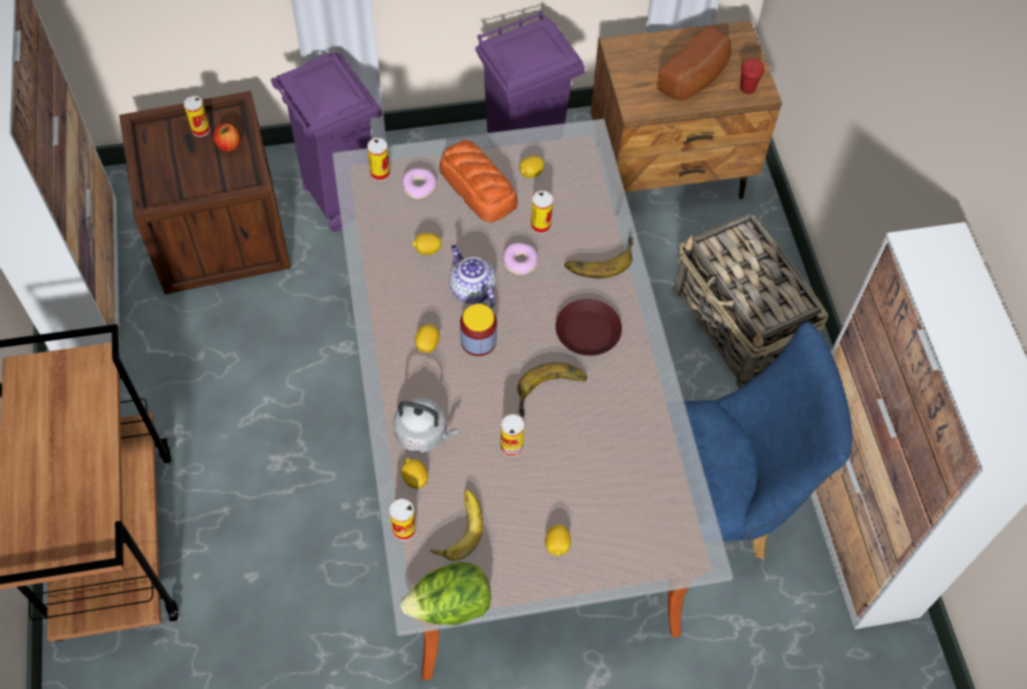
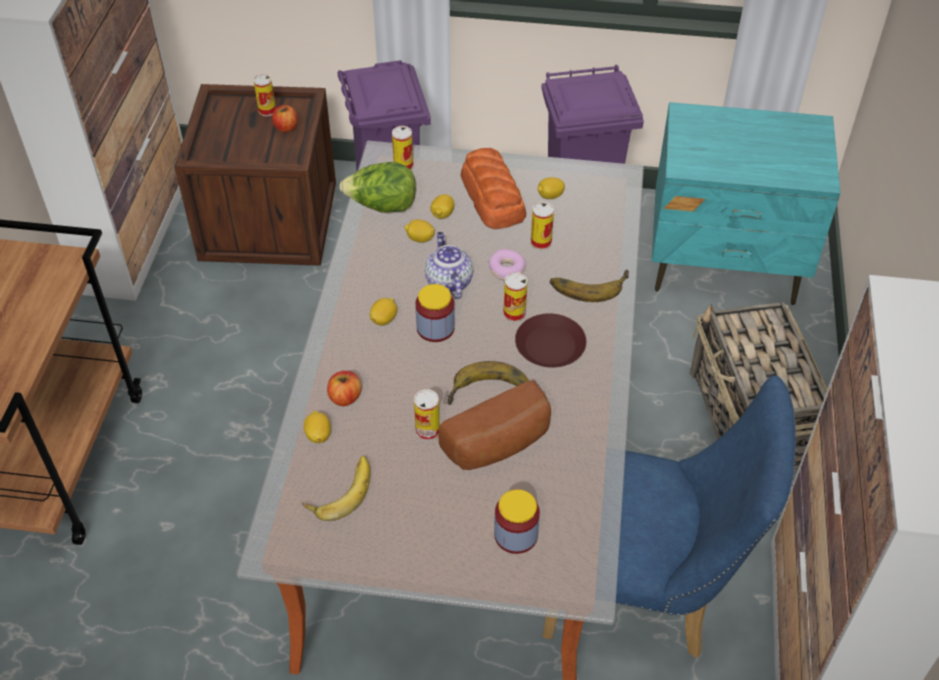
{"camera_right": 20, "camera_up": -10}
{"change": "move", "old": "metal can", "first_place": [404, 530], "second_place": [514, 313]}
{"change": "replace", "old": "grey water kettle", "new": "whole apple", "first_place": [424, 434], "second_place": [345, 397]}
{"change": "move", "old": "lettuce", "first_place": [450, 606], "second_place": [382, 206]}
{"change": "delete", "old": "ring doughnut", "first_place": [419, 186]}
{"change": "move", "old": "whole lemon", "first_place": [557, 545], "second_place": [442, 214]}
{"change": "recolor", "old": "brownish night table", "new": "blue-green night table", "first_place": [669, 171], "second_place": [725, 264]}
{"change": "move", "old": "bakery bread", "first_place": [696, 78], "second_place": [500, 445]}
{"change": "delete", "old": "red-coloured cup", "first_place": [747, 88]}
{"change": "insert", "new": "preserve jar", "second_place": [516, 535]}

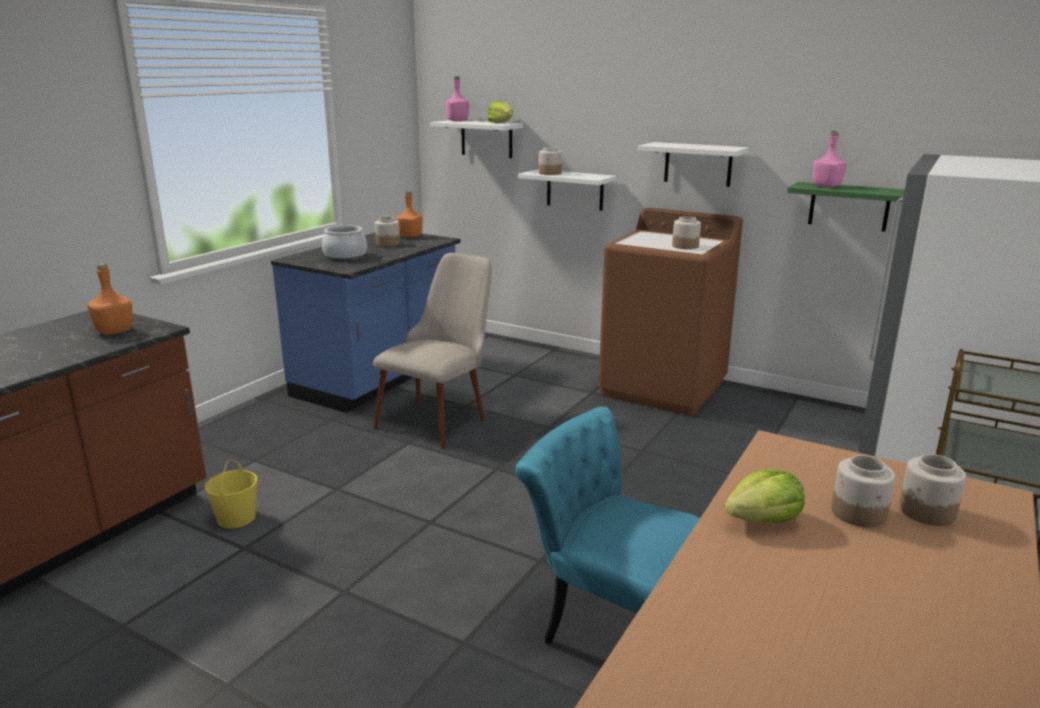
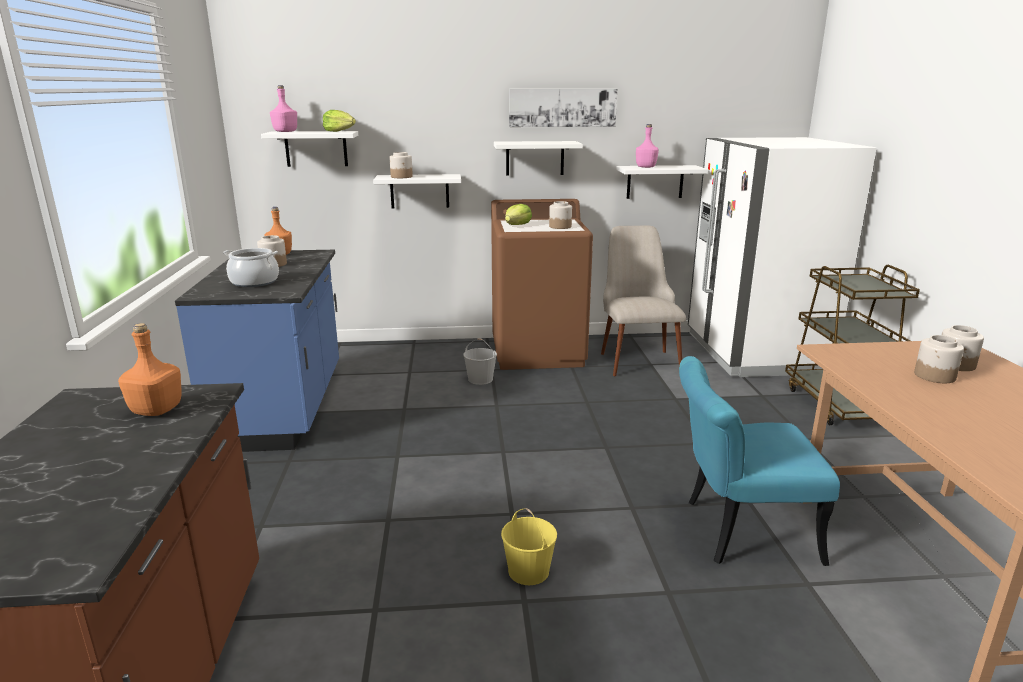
{"camera_right": -35, "camera_up": 0}
{"change": "move", "old": "yellow-coloured water bucket", "first_place": [236, 517], "second_place": [528, 570]}
{"change": "move", "old": "beige-coloured upright chair", "first_place": [441, 417], "second_place": [636, 357]}
{"change": "move", "old": "lettuce", "first_place": [763, 519], "second_place": [517, 225]}
{"change": "recolor", "old": "greenish bracket shelf", "new": "white-coloured bracket shelf", "first_place": [849, 206], "second_place": [655, 182]}
{"change": "insert", "new": "white-coloured water bucket", "second_place": [481, 379]}
{"change": "insert", "new": "wall picture", "second_place": [562, 107]}

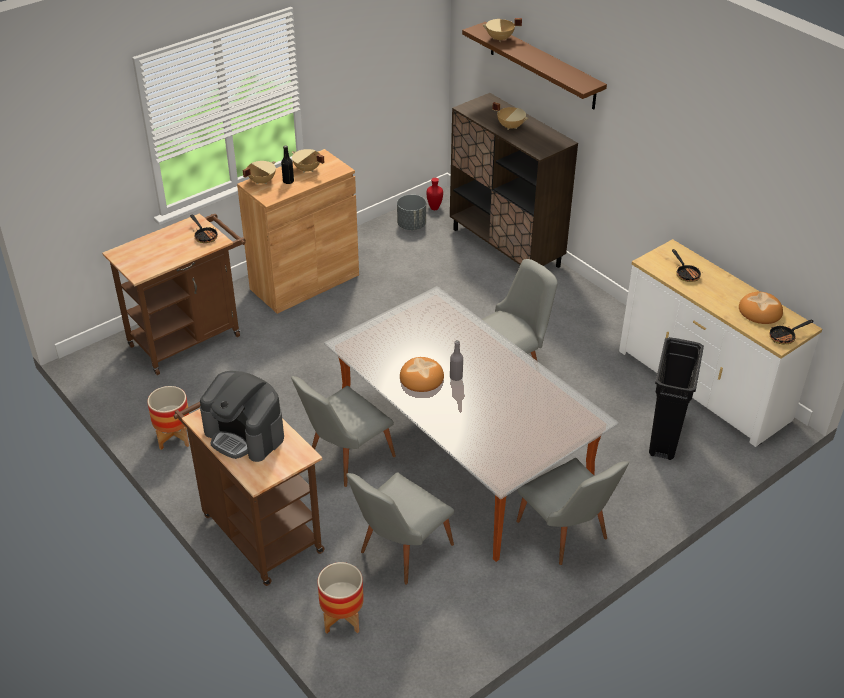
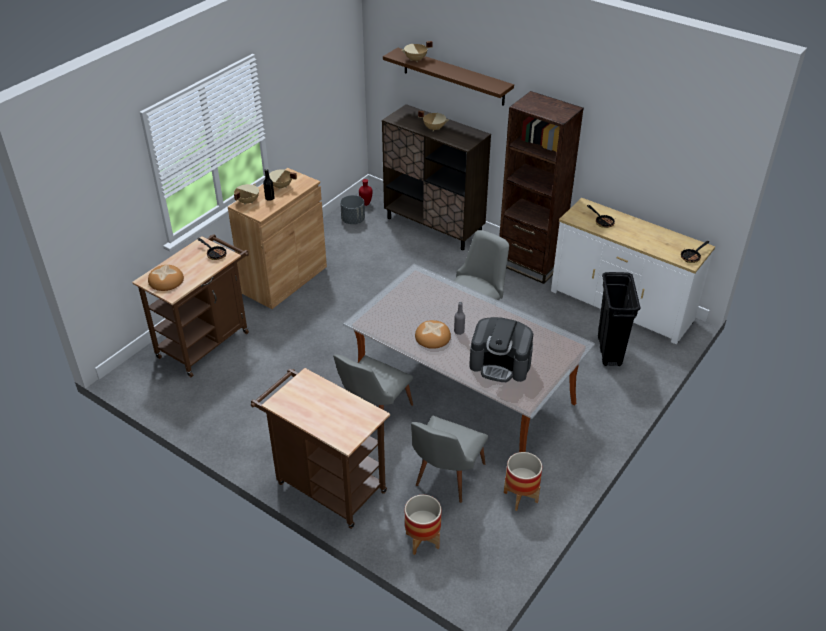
{"camera_right": -15, "camera_up": 0}
{"change": "move", "old": "flower pot", "first_place": [174, 438], "second_place": [520, 497]}
{"change": "move", "old": "coffee machine", "first_place": [245, 434], "second_place": [500, 364]}
{"change": "delete", "old": "grey upright chair", "first_place": [567, 536]}
{"change": "move", "old": "bakery bread", "first_place": [760, 311], "second_place": [166, 280]}
{"change": "insert", "new": "brownish bookshelf", "second_place": [529, 264]}

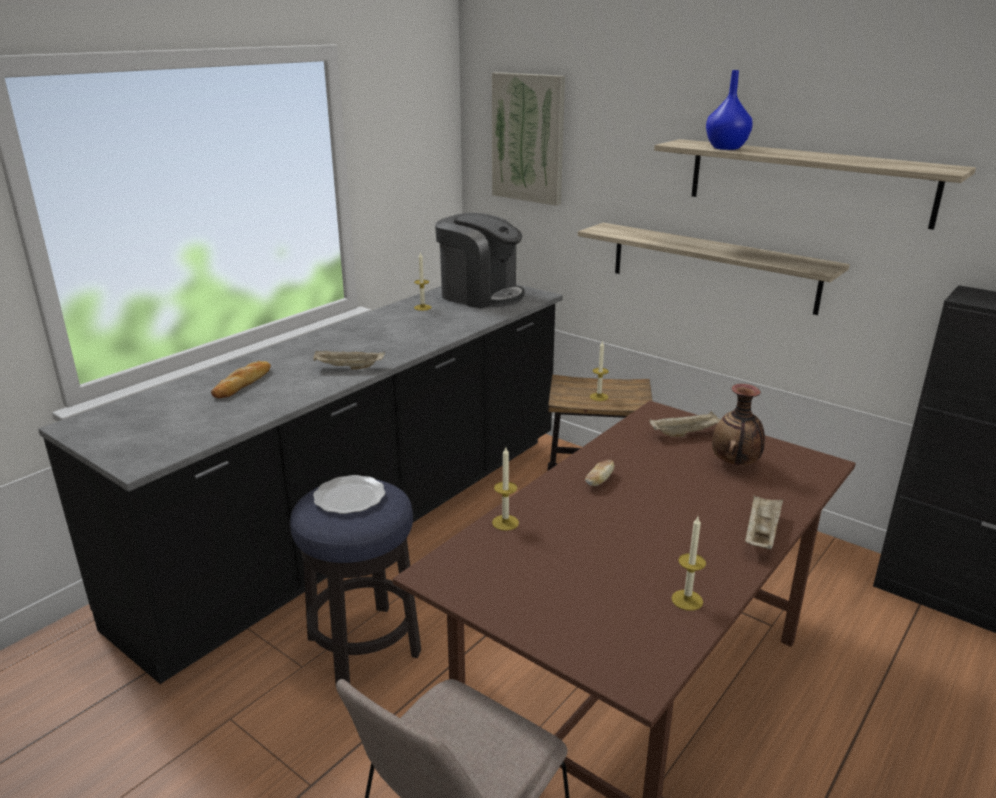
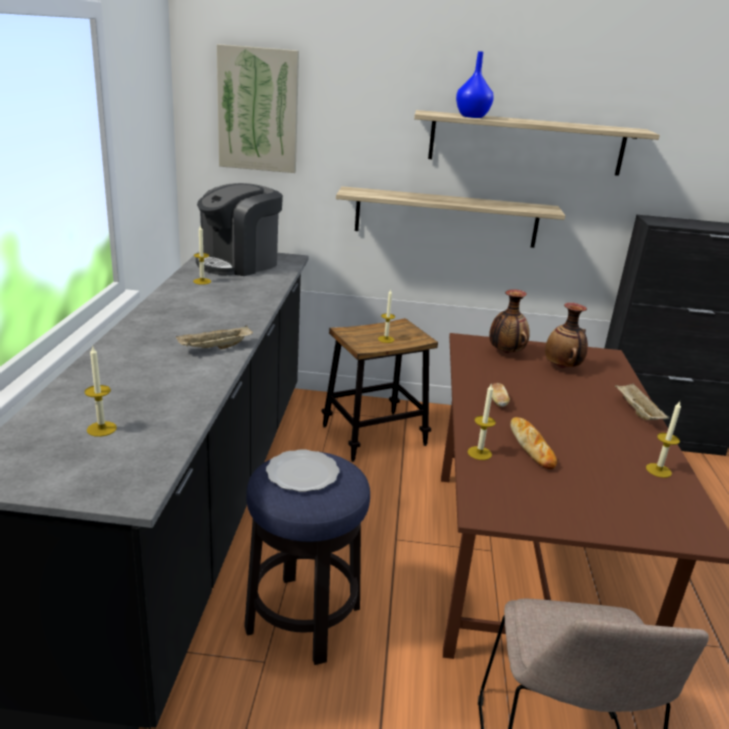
{"camera_right": -35, "camera_up": 0}
{"change": "move", "old": "bakery bread", "first_place": [243, 383], "second_place": [531, 446]}
{"change": "rotate", "old": "coffee machine", "first_place": [480, 295], "second_place": [239, 263], "degrees": 135}
{"change": "replace", "old": "beige-coloured tray", "new": "flower vase", "first_place": [686, 433], "second_place": [505, 352]}
{"change": "insert", "new": "wax candle", "second_place": [101, 429]}

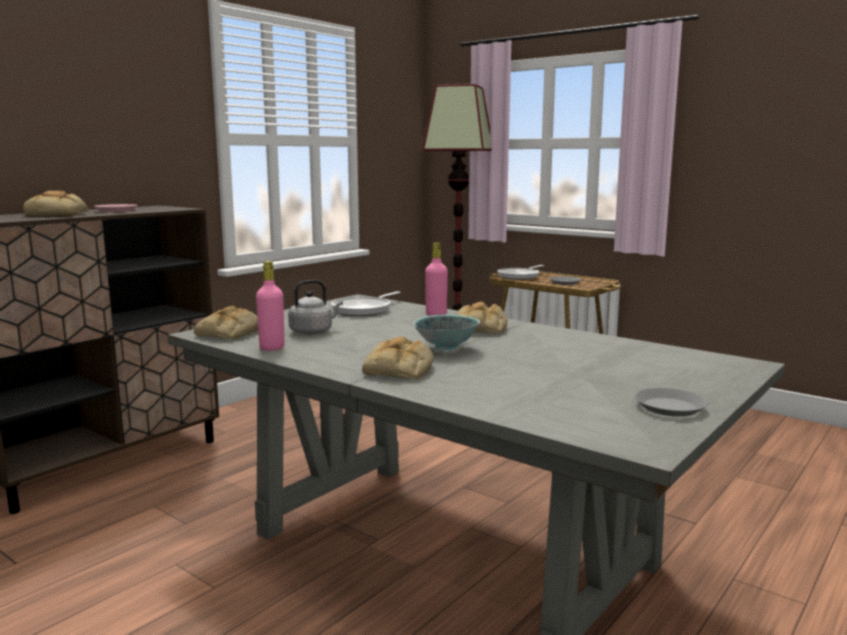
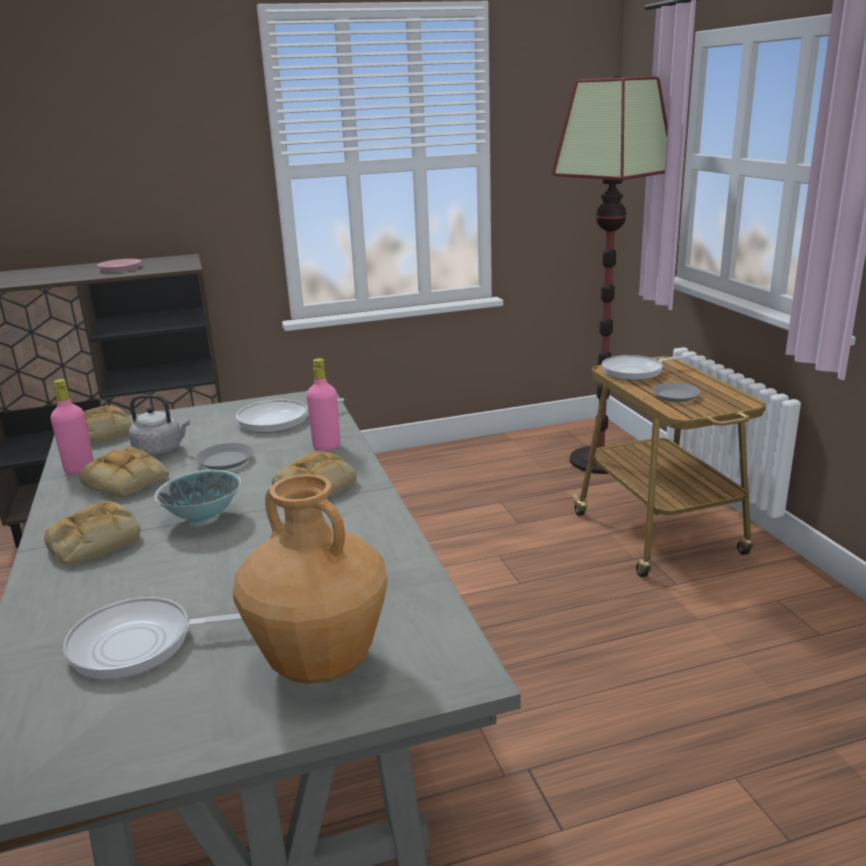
{"camera_right": 35, "camera_up": 10}
{"change": "move", "old": "bakery bread", "first_place": [58, 214], "second_place": [128, 481]}
{"change": "move", "old": "grey plate", "first_place": [670, 407], "second_place": [225, 461]}
{"change": "insert", "new": "pan", "second_place": [139, 644]}
{"change": "insert", "new": "brownish flower vase", "second_place": [319, 664]}

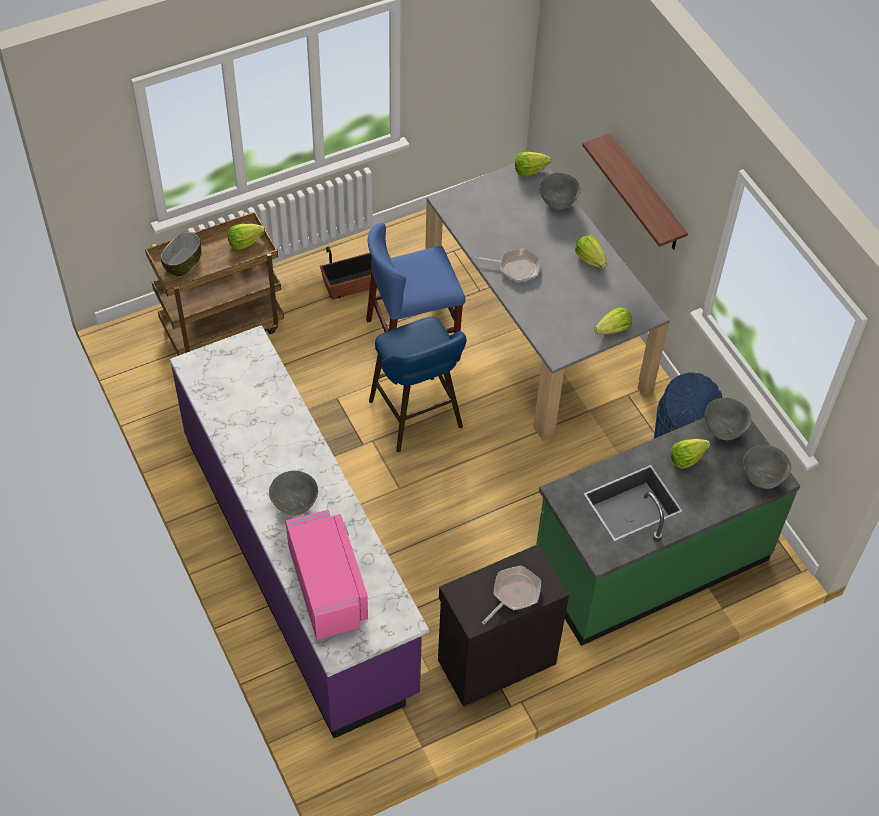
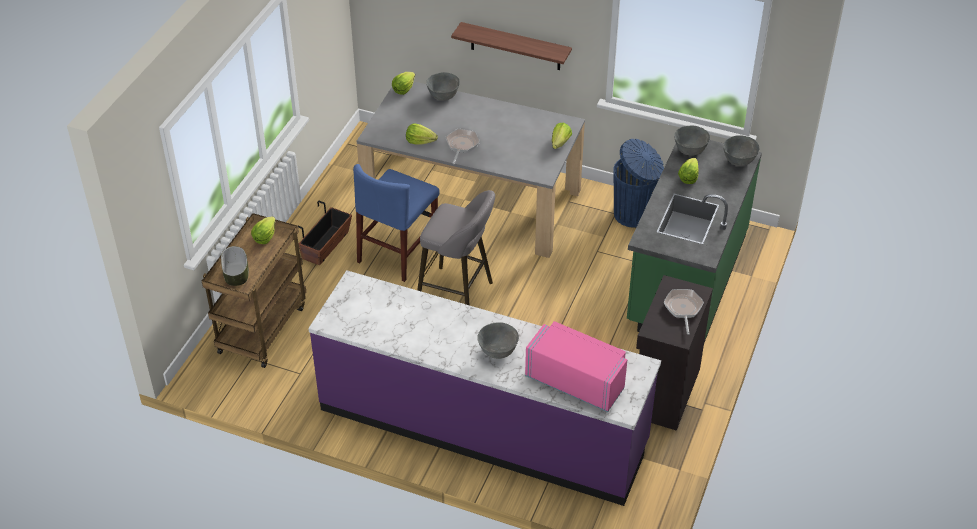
{"camera_right": -40, "camera_up": -10}
{"change": "recolor", "old": "bluish stool seat", "new": "grey stool seat", "first_place": [418, 418], "second_place": [459, 295]}
{"change": "rotate", "old": "pan", "first_place": [516, 267], "second_place": [461, 145], "degrees": -45}
{"change": "move", "old": "lettuce", "first_place": [590, 259], "second_place": [420, 141]}

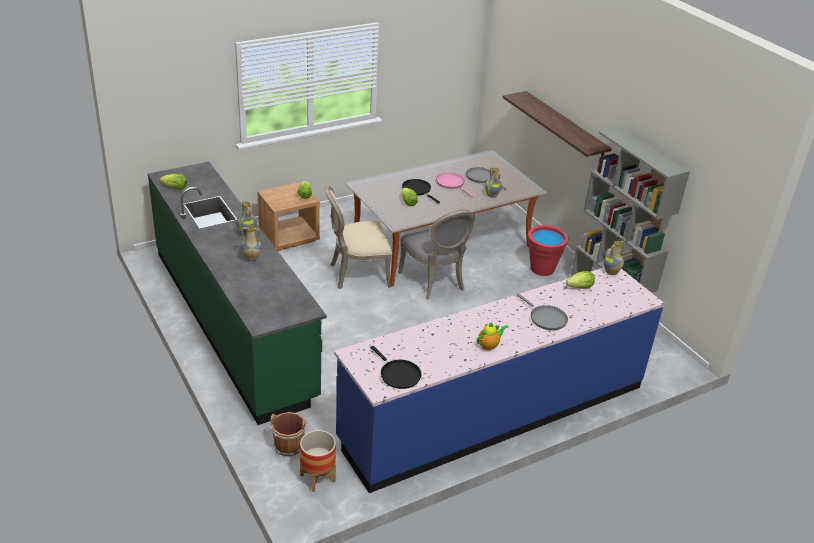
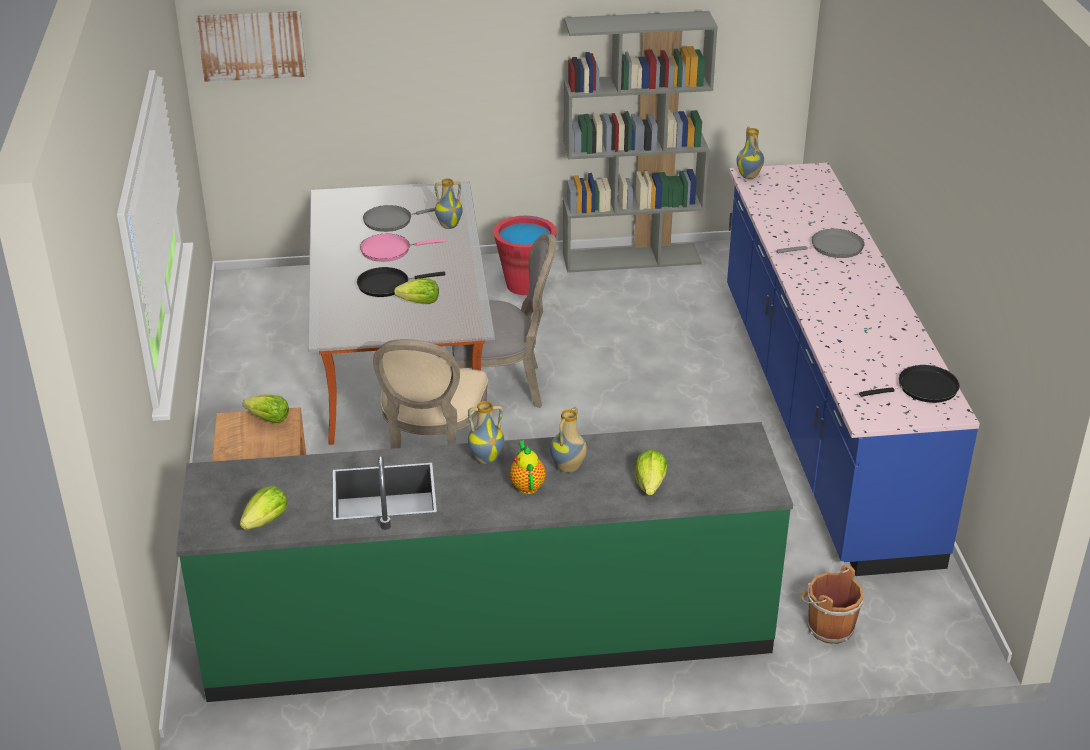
{"camera_right": -65, "camera_up": 0}
{"change": "delete", "old": "flower pot", "first_place": [317, 478]}
{"change": "move", "old": "pot for tea", "first_place": [489, 345], "second_place": [527, 485]}
{"change": "delete", "old": "bracket shelf", "first_place": [564, 129]}
{"change": "move", "old": "lettuce", "first_place": [580, 287], "second_place": [650, 485]}
{"change": "insert", "new": "wall picture", "second_place": [252, 45]}

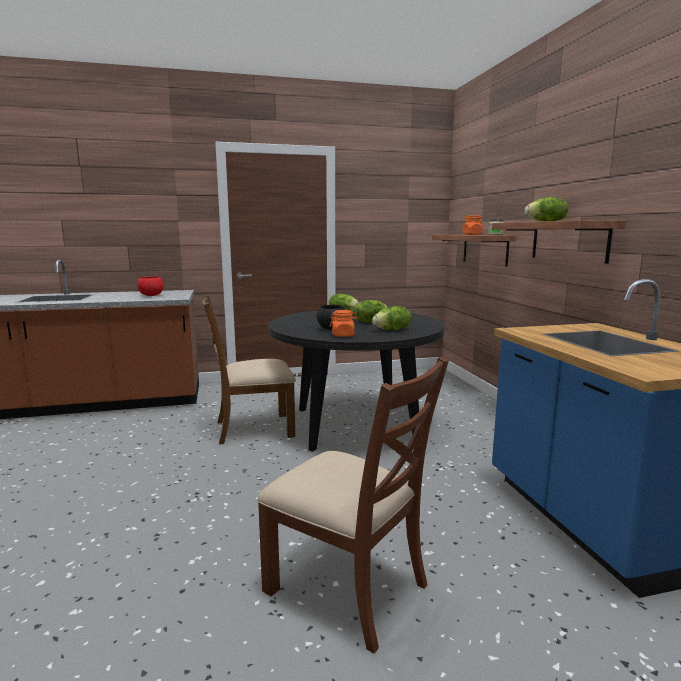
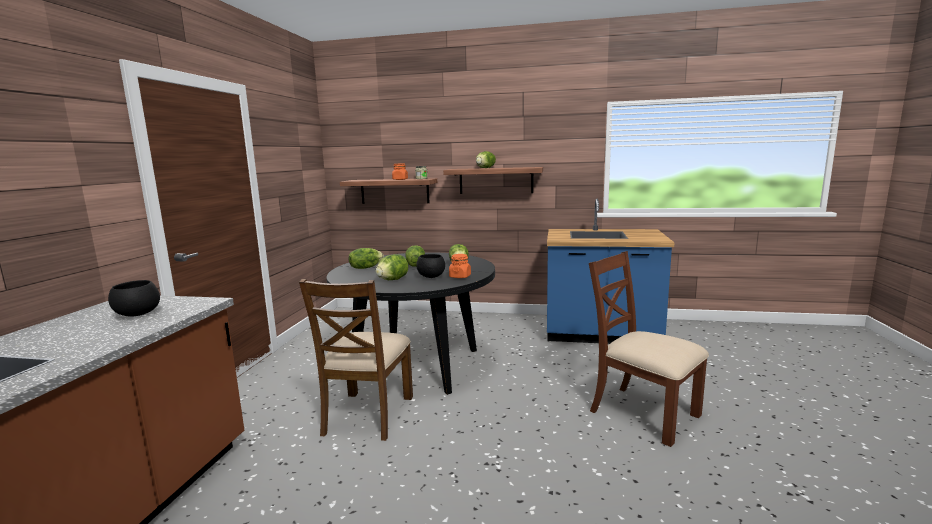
{"camera_right": -65, "camera_up": 0}
{"change": "recolor", "old": "red-coloured serving bowl", "new": "black serving bowl", "first_place": [151, 295], "second_place": [137, 314]}
{"change": "rotate", "old": "brownish upright chair", "first_place": [348, 587], "second_place": [642, 413], "degrees": -105}
{"change": "insert", "new": "lettuce", "second_place": [392, 280]}

